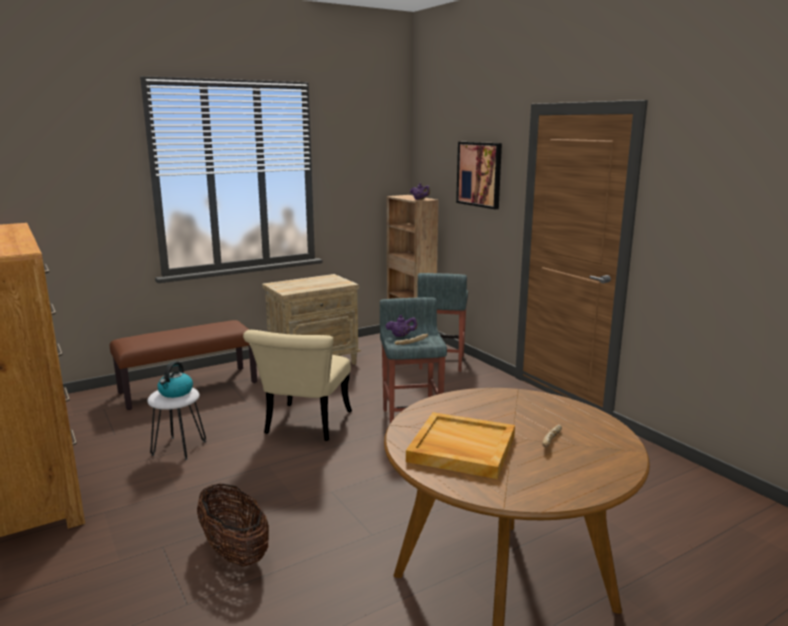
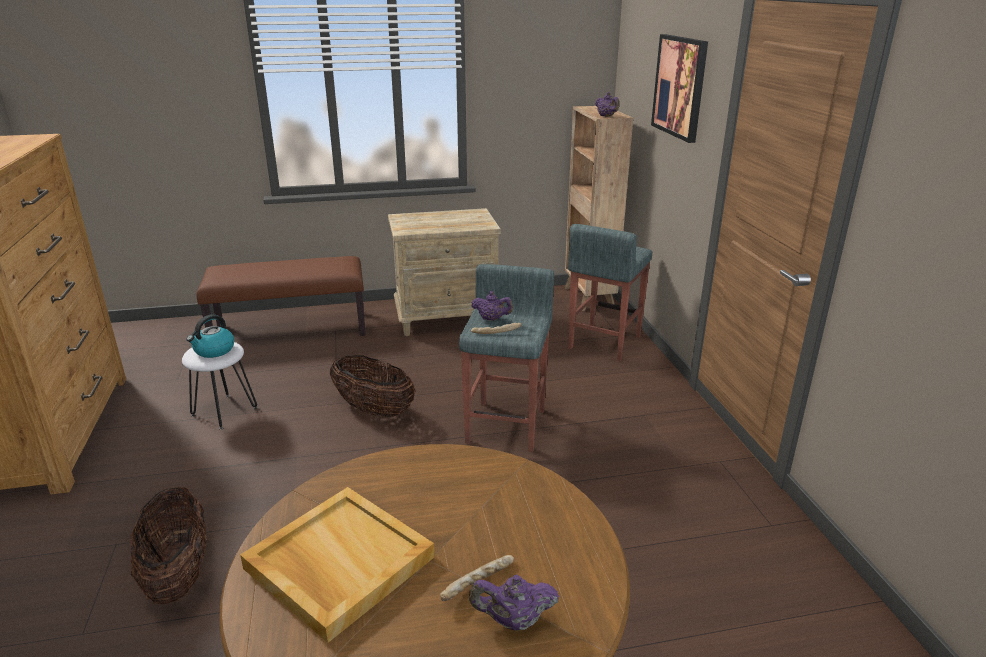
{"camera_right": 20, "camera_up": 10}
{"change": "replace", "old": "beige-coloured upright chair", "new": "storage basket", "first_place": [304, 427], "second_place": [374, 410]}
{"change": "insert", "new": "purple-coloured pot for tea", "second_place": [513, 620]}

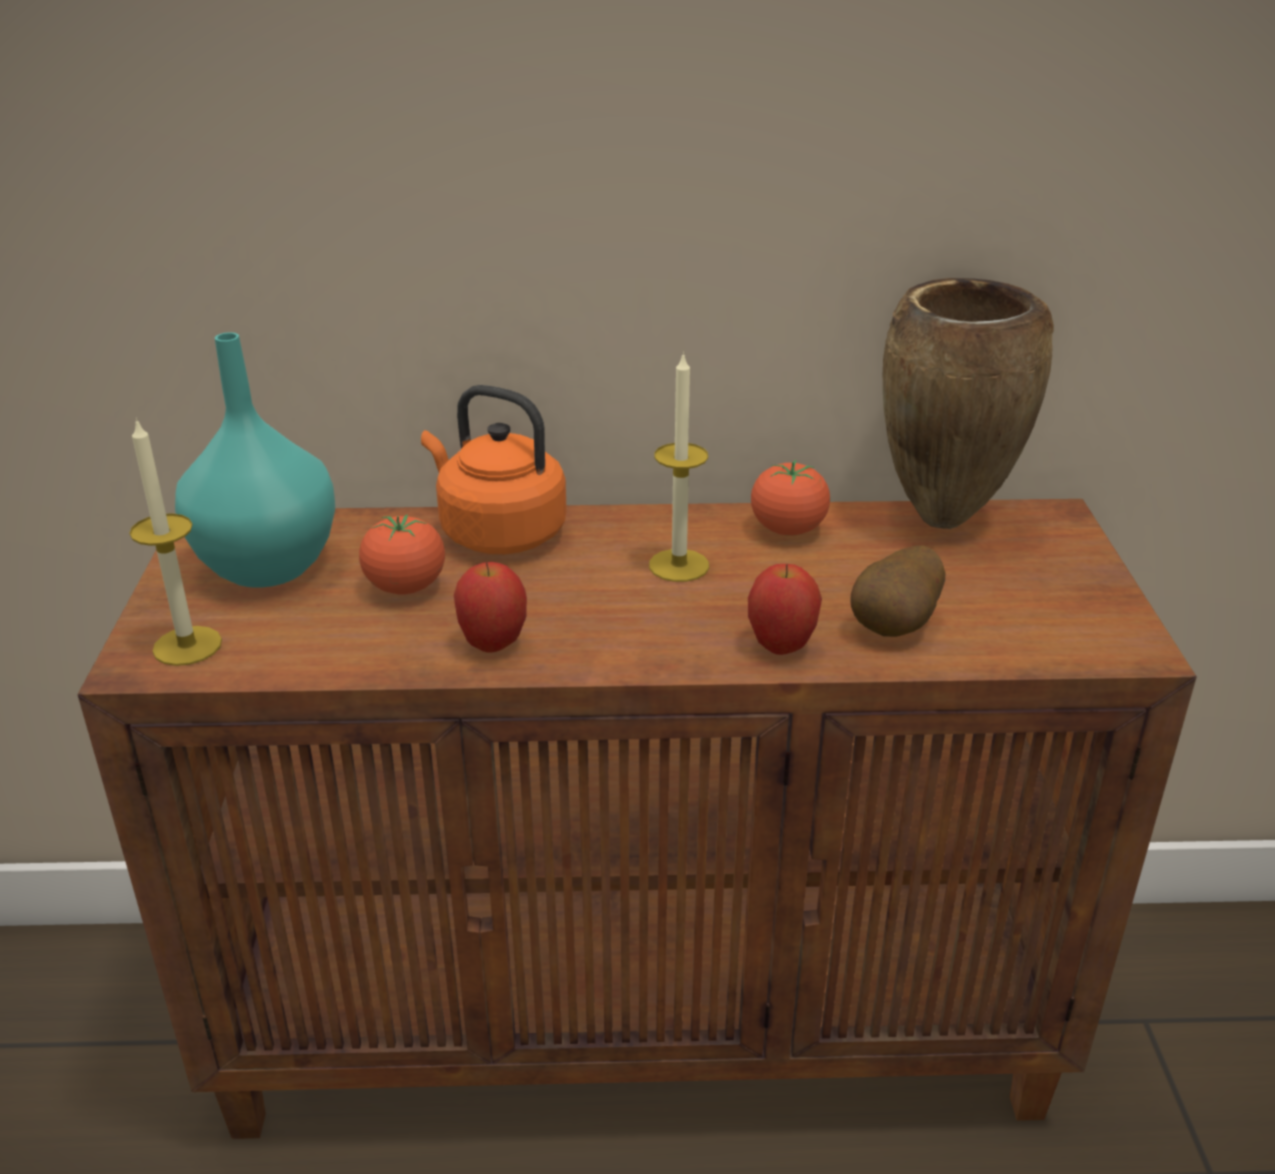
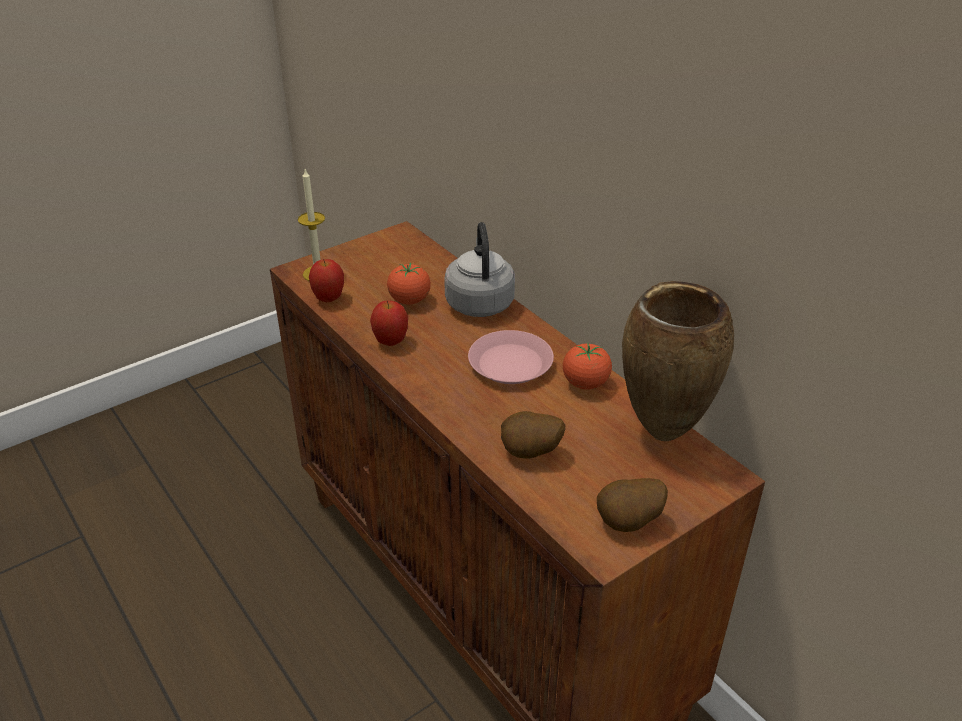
{"camera_right": 55, "camera_up": 5}
{"change": "delete", "old": "blue-green flower vase", "first_place": [265, 565]}
{"change": "recolor", "old": "orange water kettle", "new": "grey water kettle", "first_place": [497, 533], "second_place": [479, 302]}
{"change": "replace", "old": "wax candle", "new": "pink plate", "first_place": [679, 565], "second_place": [511, 364]}
{"change": "move", "old": "whole apple", "first_place": [781, 647], "second_place": [329, 299]}
{"change": "insert", "new": "potato", "second_place": [629, 523]}

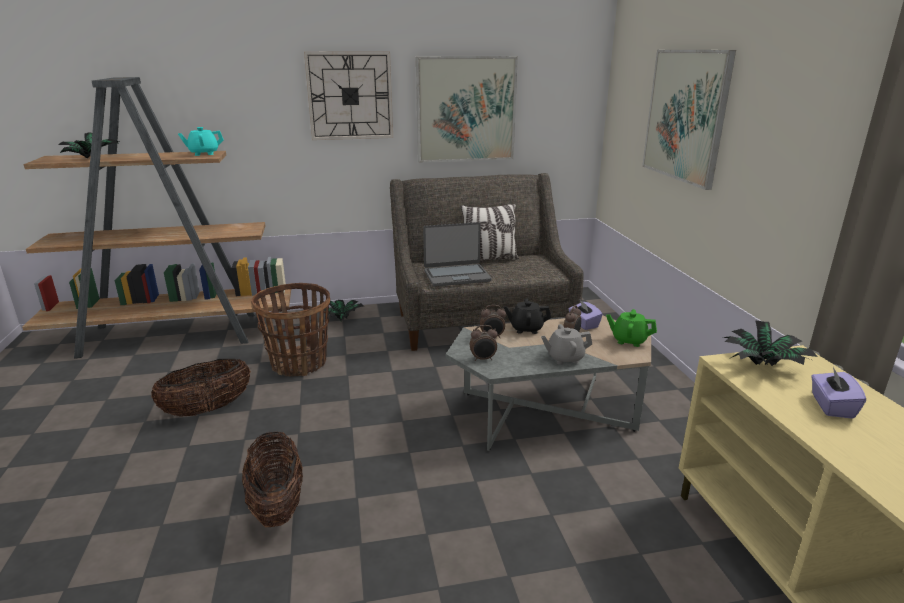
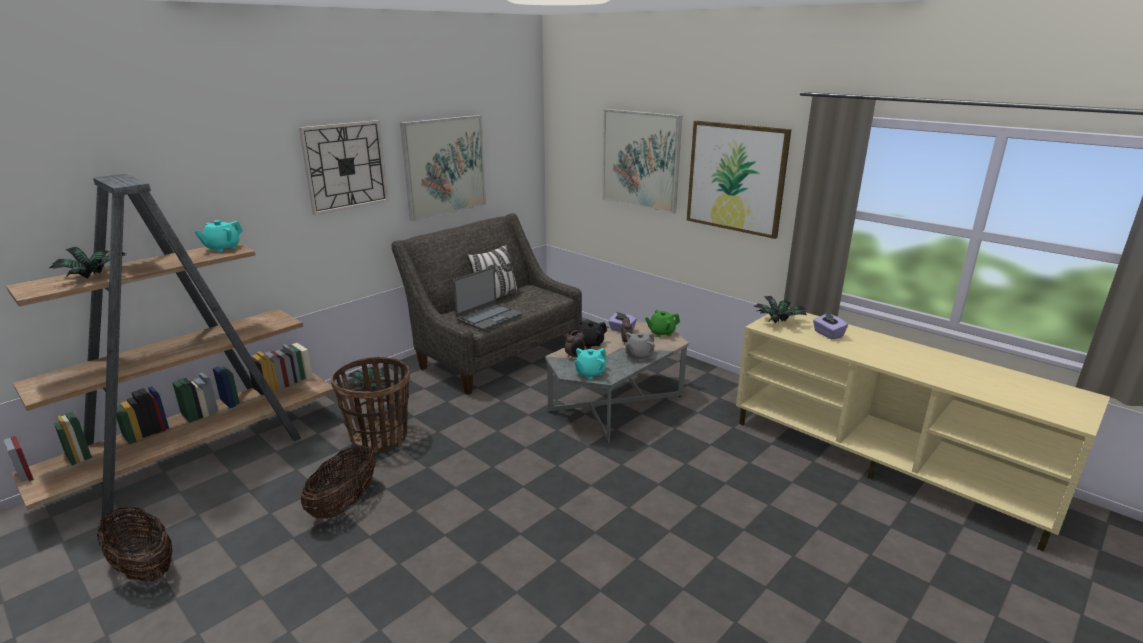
{"camera_right": -35, "camera_up": 0}
{"change": "move", "old": "storage basket", "first_place": [277, 504], "second_place": [144, 568]}
{"change": "replace", "old": "bedside clock", "new": "blue-green pot for tea", "first_place": [483, 359], "second_place": [589, 373]}
{"change": "insert", "new": "wall picture", "second_place": [736, 178]}

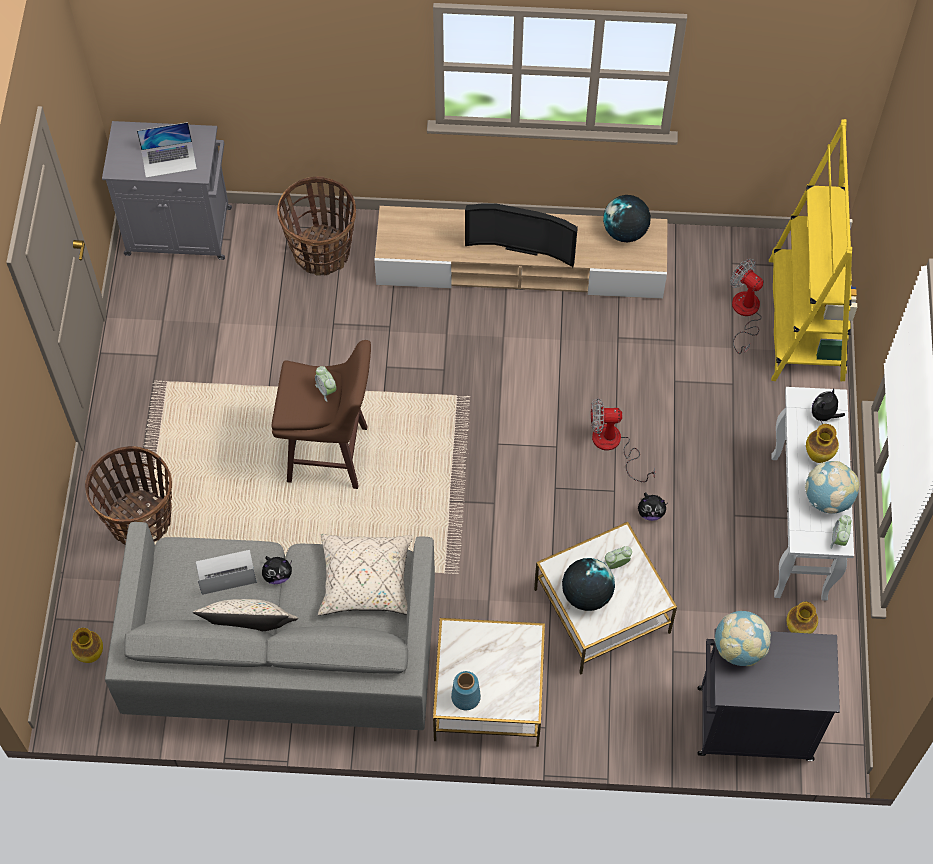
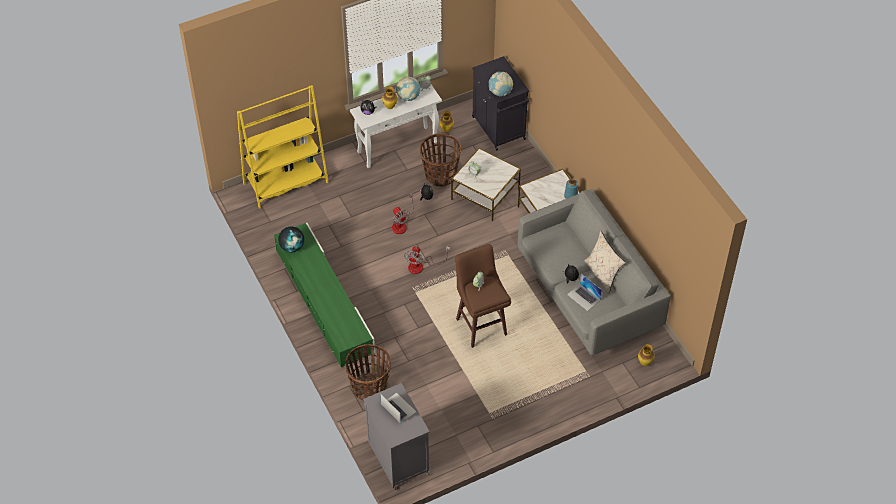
{"camera_right": -120, "camera_up": -10}
{"change": "move", "old": "storage basket", "first_place": [140, 519], "second_place": [440, 175]}
{"change": "delete", "old": "beige-coloured cushion", "first_place": [366, 580]}
{"change": "recolor", "old": "beige-coloured tv unit", "new": "greenish tv unit", "first_place": [521, 266], "second_place": [324, 301]}
{"change": "delete", "old": "TV set", "first_place": [522, 244]}
{"change": "delete", "old": "world globe", "first_place": [586, 594]}
{"change": "move", "old": "cooling fan", "first_place": [745, 313], "second_place": [421, 266]}

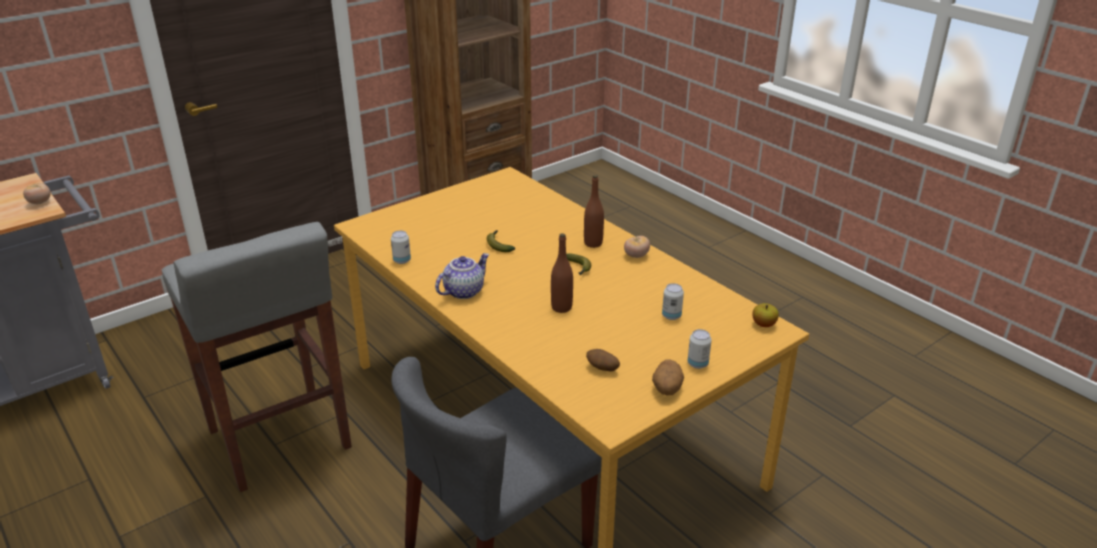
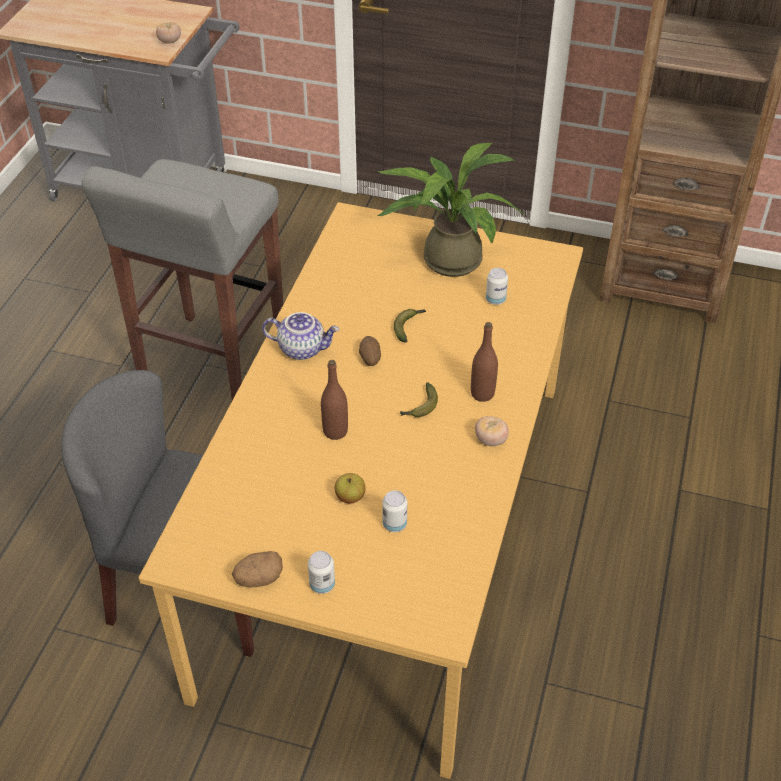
{"camera_right": 55, "camera_up": 15}
{"change": "move", "old": "metal can", "first_place": [402, 260], "second_place": [495, 300]}
{"change": "move", "old": "potato", "first_place": [602, 369], "second_place": [370, 359]}
{"change": "move", "old": "whole apple", "first_place": [763, 324], "second_place": [350, 497]}
{"change": "insert", "new": "houseplant", "second_place": [446, 257]}

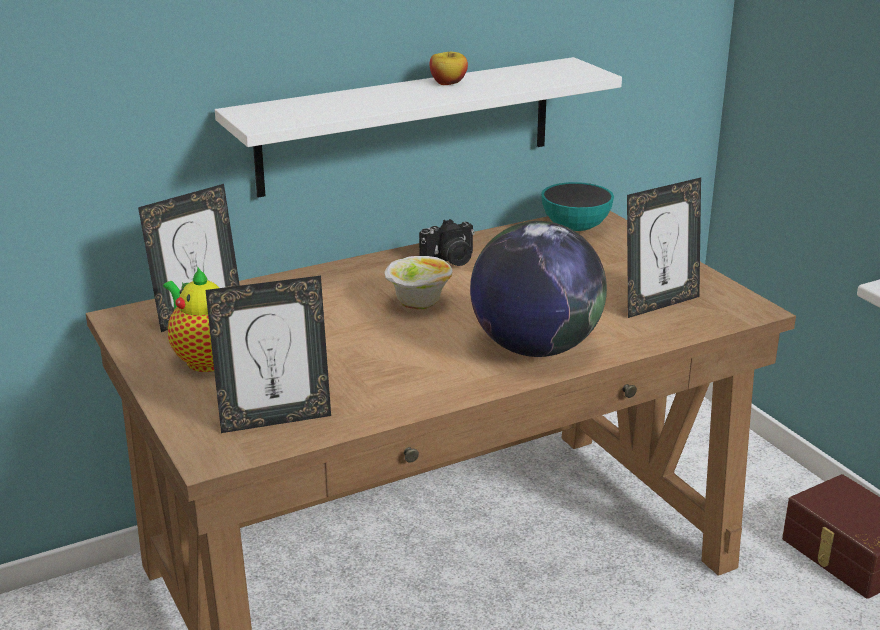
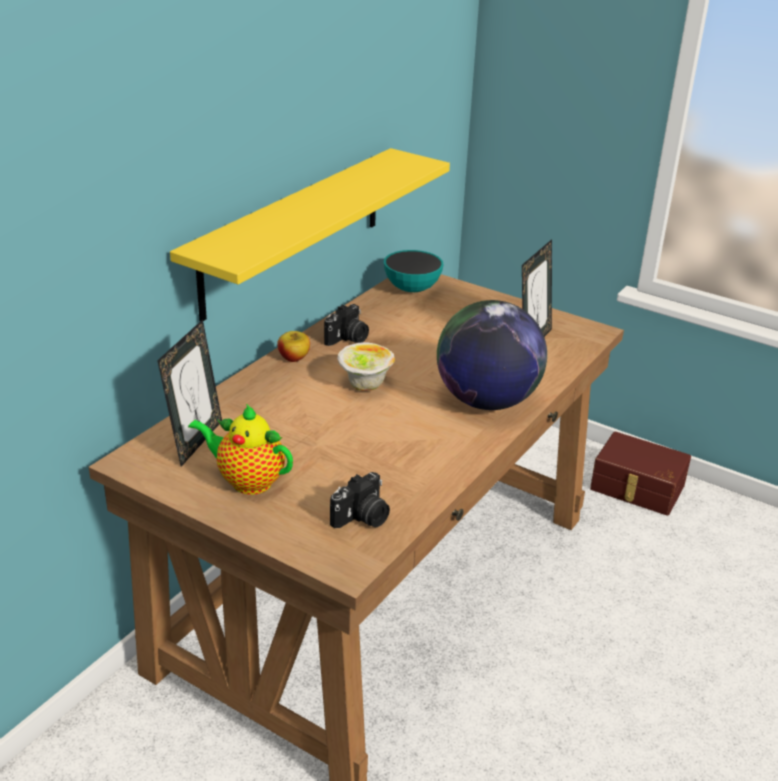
{"camera_right": -30, "camera_up": 5}
{"change": "replace", "old": "photo frame", "new": "still camera", "first_place": [275, 419], "second_place": [362, 518]}
{"change": "recolor", "old": "white-coloured bracket shelf", "new": "yellow-coloured bracket shelf", "first_place": [407, 125], "second_place": [294, 231]}
{"change": "move", "old": "whole apple", "first_place": [448, 83], "second_place": [294, 358]}

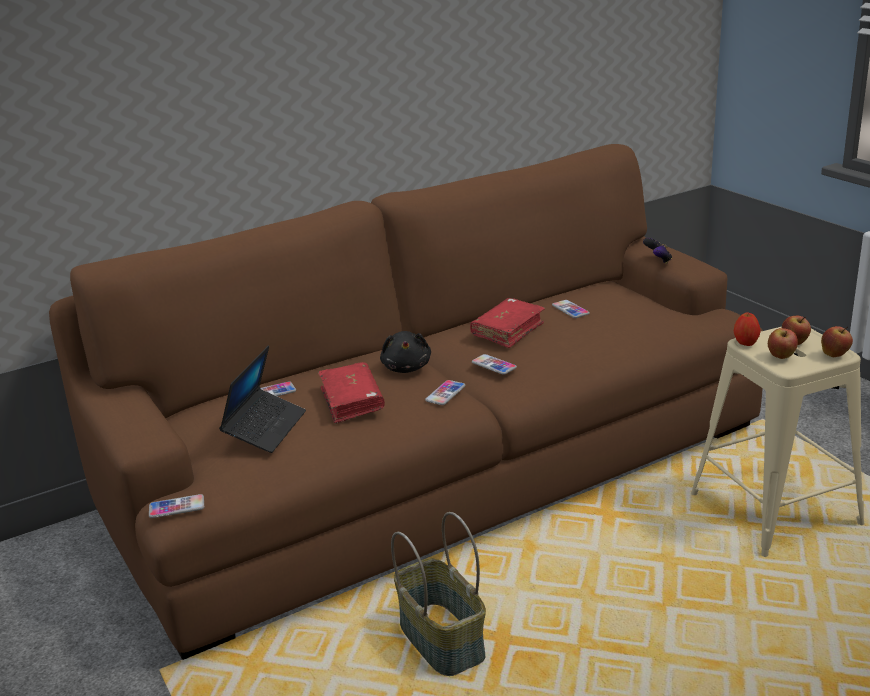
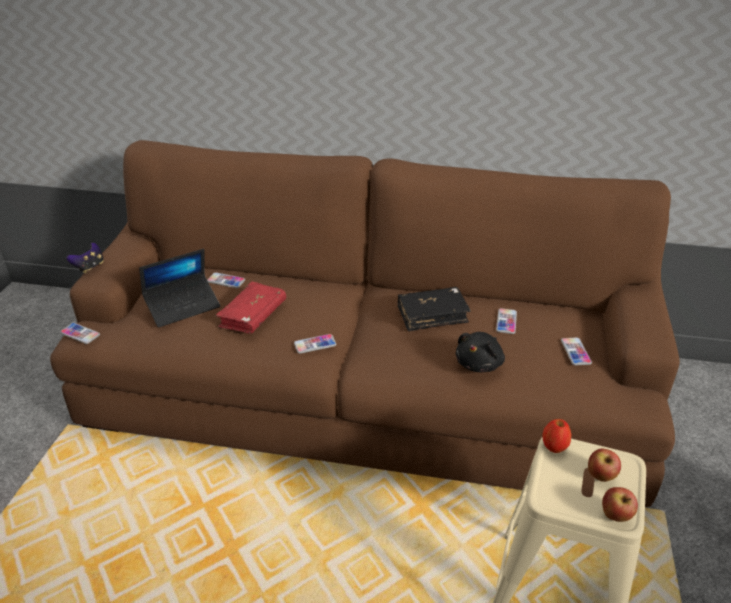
{"camera_right": 40, "camera_up": 10}
{"change": "move", "old": "black cuddly toy", "first_place": [406, 368], "second_place": [480, 363]}
{"change": "delete", "old": "storage basket", "first_place": [443, 640]}
{"change": "recolor", "old": "red-coloured book", "new": "black book", "first_place": [508, 331], "second_place": [432, 315]}
{"change": "move", "old": "phone", "first_place": [494, 365], "second_place": [575, 352]}
{"change": "move", "old": "game controller", "first_place": [658, 261], "second_place": [89, 267]}
{"change": "delete", "old": "whole apple", "first_place": [781, 356]}

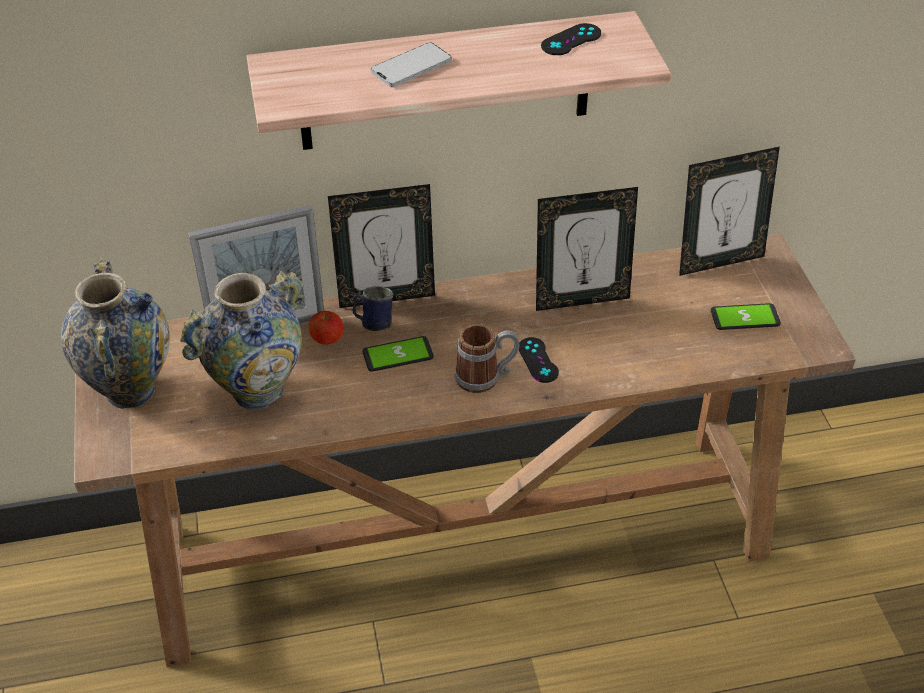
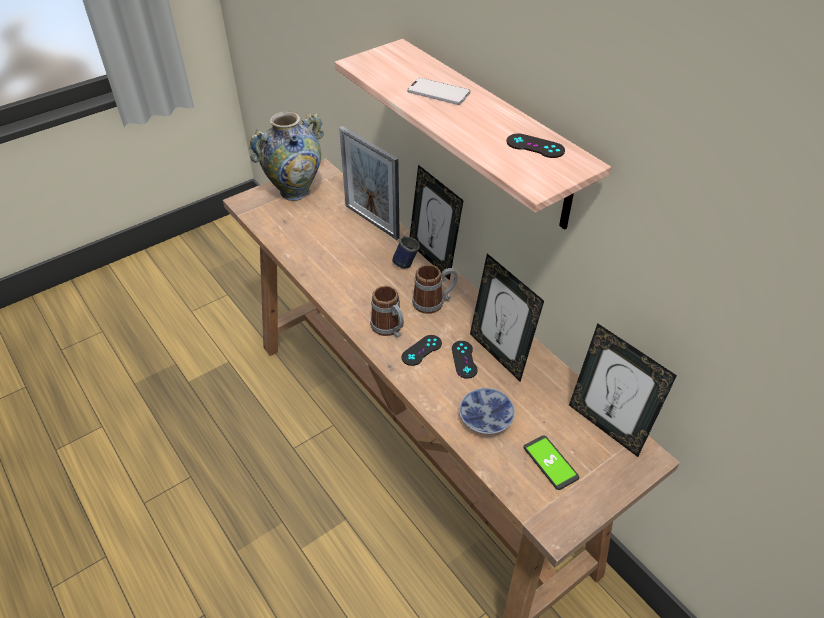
{"camera_right": 65, "camera_up": 0}
{"change": "delete", "old": "flower vase", "first_place": [258, 391]}
{"change": "delete", "old": "whole apple", "first_place": [327, 339]}
{"change": "delete", "old": "phone", "first_place": [398, 355]}
{"change": "insert", "new": "mug", "second_place": [434, 302]}
{"change": "insert", "new": "black game controller", "second_place": [464, 359]}
{"change": "insert", "new": "serving bowl", "second_place": [485, 416]}

